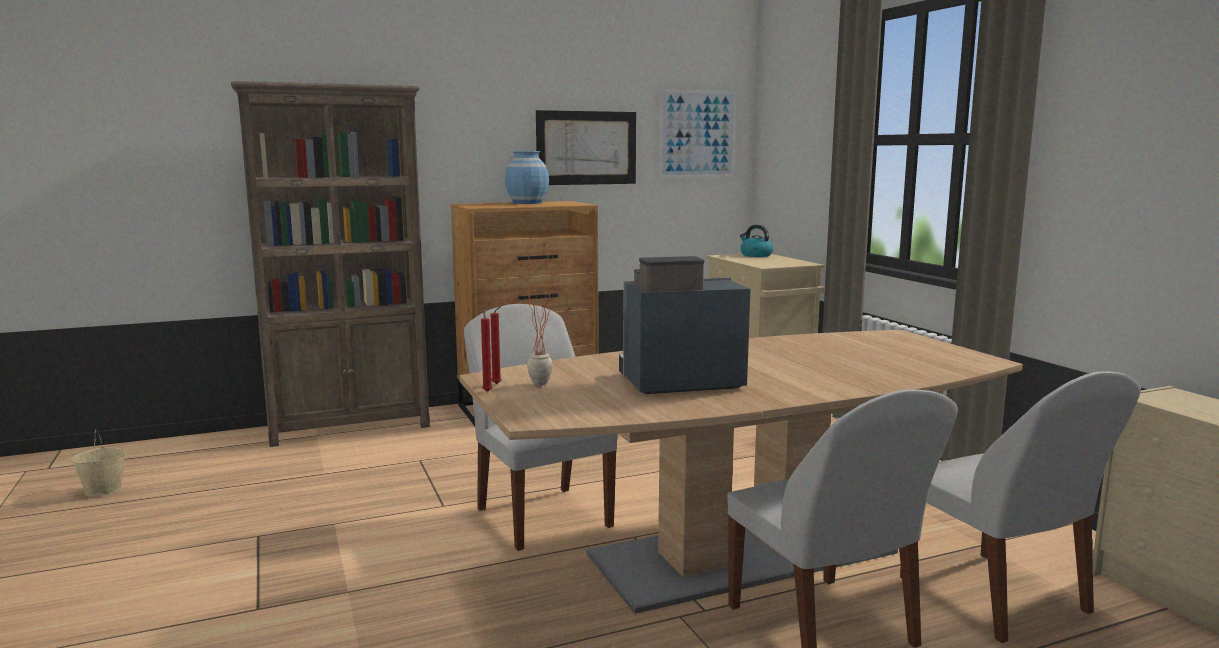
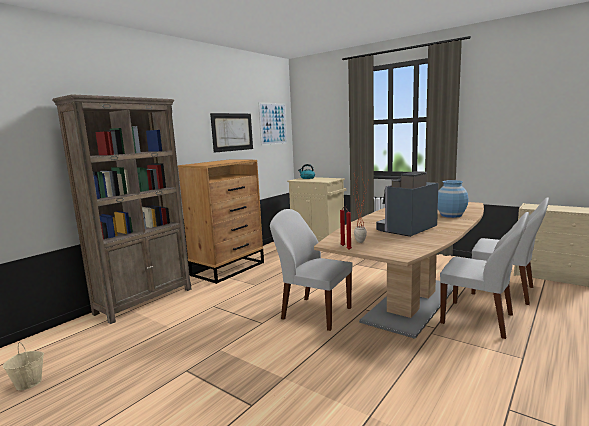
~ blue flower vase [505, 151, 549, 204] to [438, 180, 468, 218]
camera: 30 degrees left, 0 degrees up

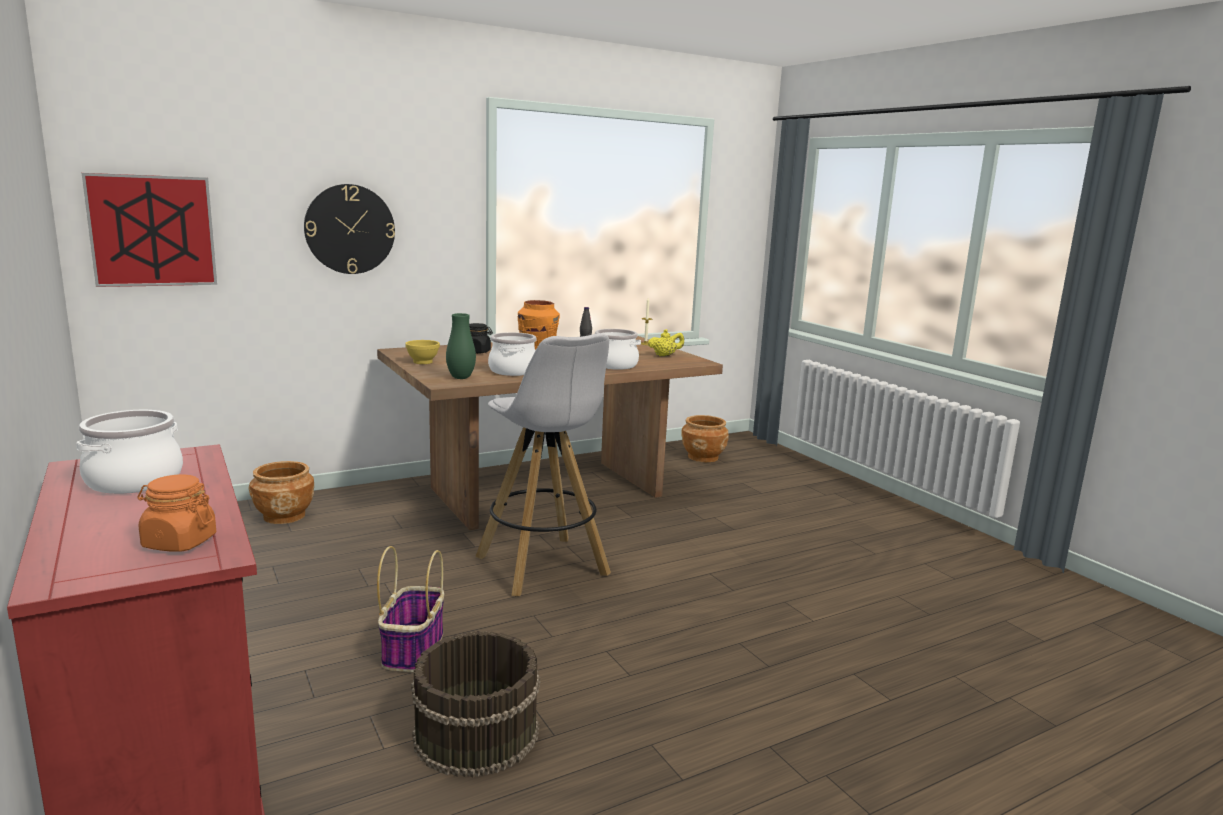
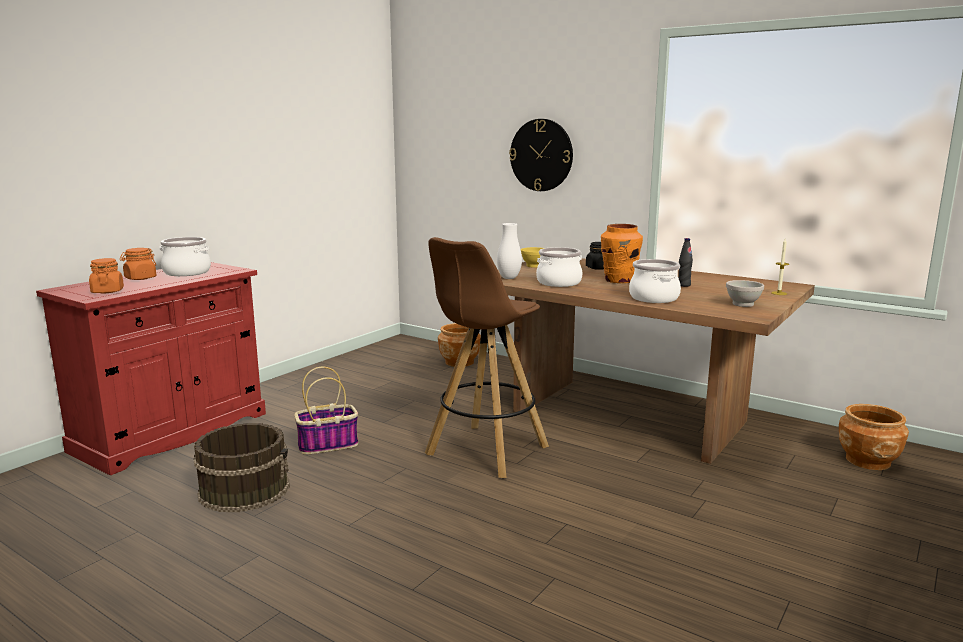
- picture [82, 173, 217, 287]
+ orangey jar [120, 248, 156, 280]
~ yellowish teapot [648, 329, 684, 356] to white-coloured serving bowl [726, 280, 764, 307]
~ greenish flower vase [446, 313, 476, 379] to white-coloured flower vase [497, 223, 522, 279]
~ white-coloured stool seat [475, 333, 611, 596] to brownish stool seat [425, 237, 549, 478]
camera: 65 degrees right, 0 degrees up

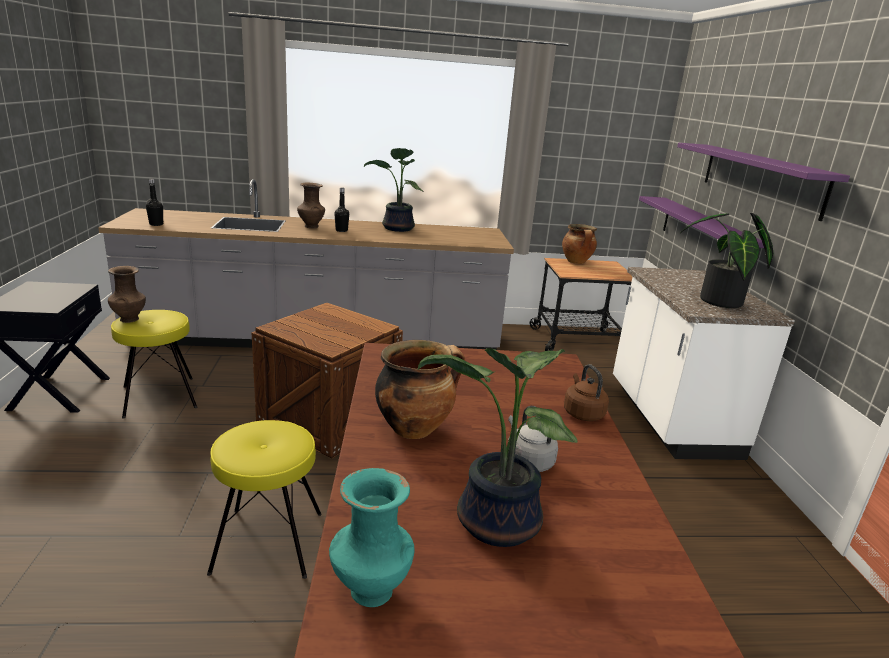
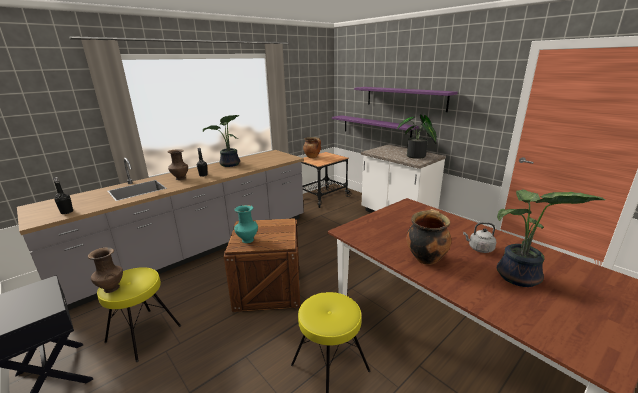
- brownish water kettle [564, 364, 609, 421]
~ turquoise flower vase [329, 468, 415, 607] to [234, 205, 258, 243]
camera: 35 degrees left, 0 degrees up

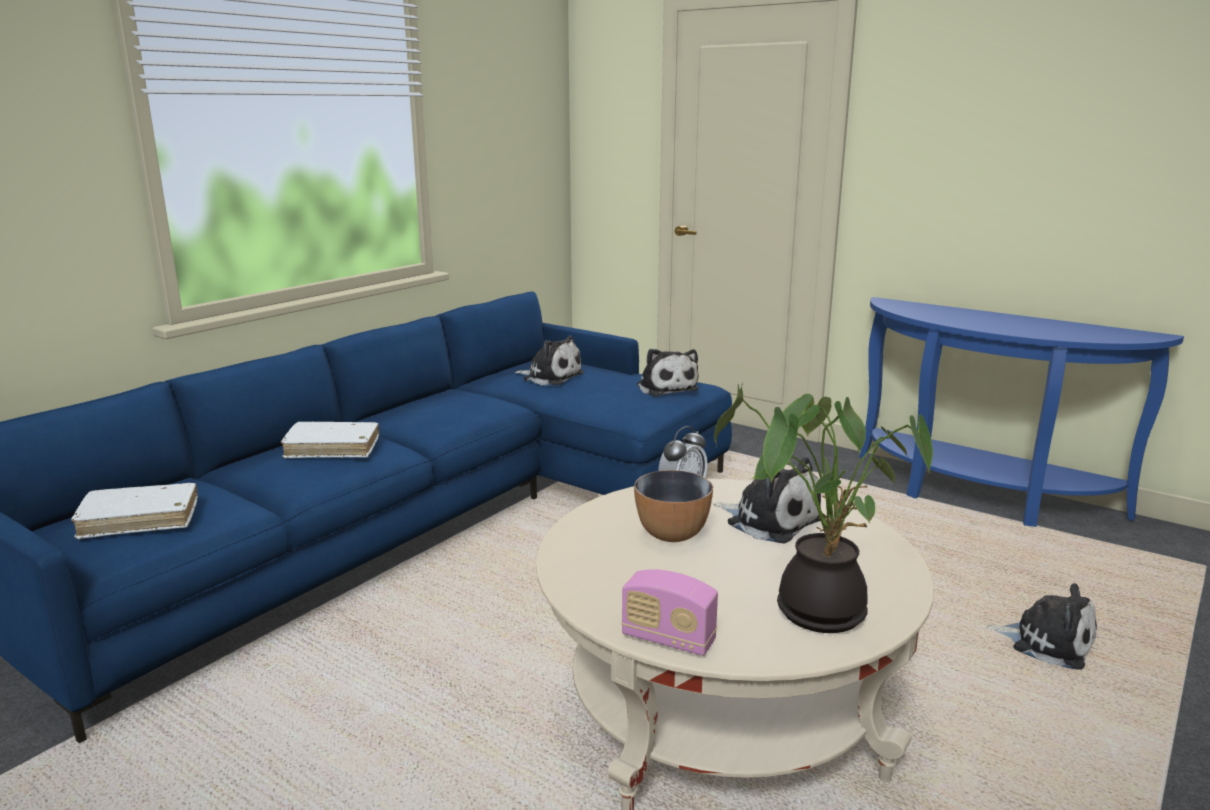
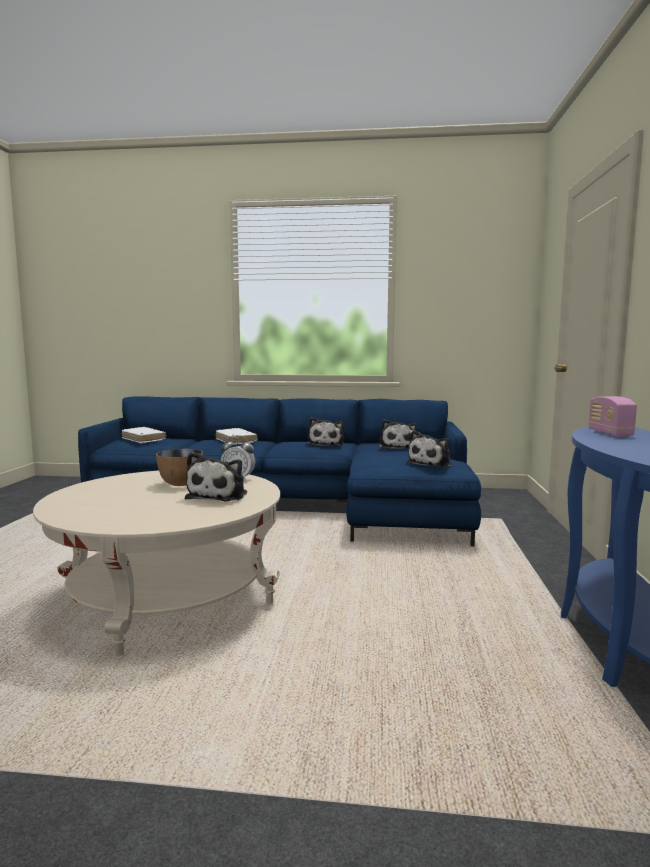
- potted plant [714, 383, 933, 633]
~ radio set [621, 569, 718, 656] to [589, 396, 637, 437]
~ cuddly toy [986, 583, 1097, 670] to [308, 417, 344, 446]
camera: 60 degrees right, 10 degrees down

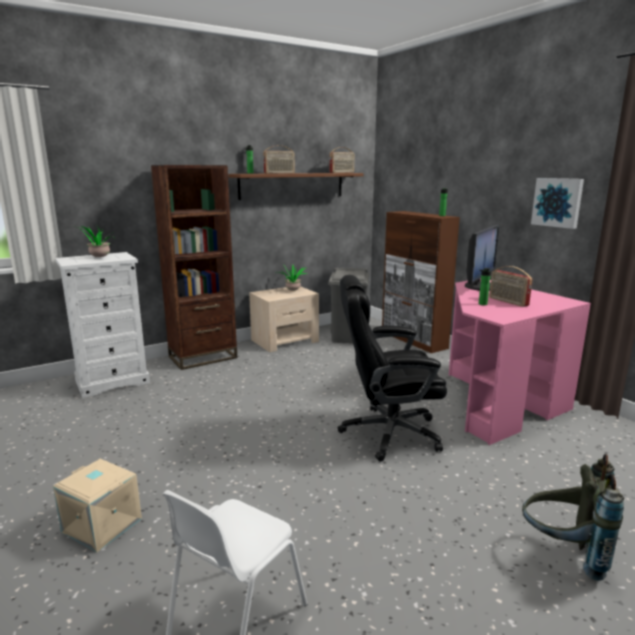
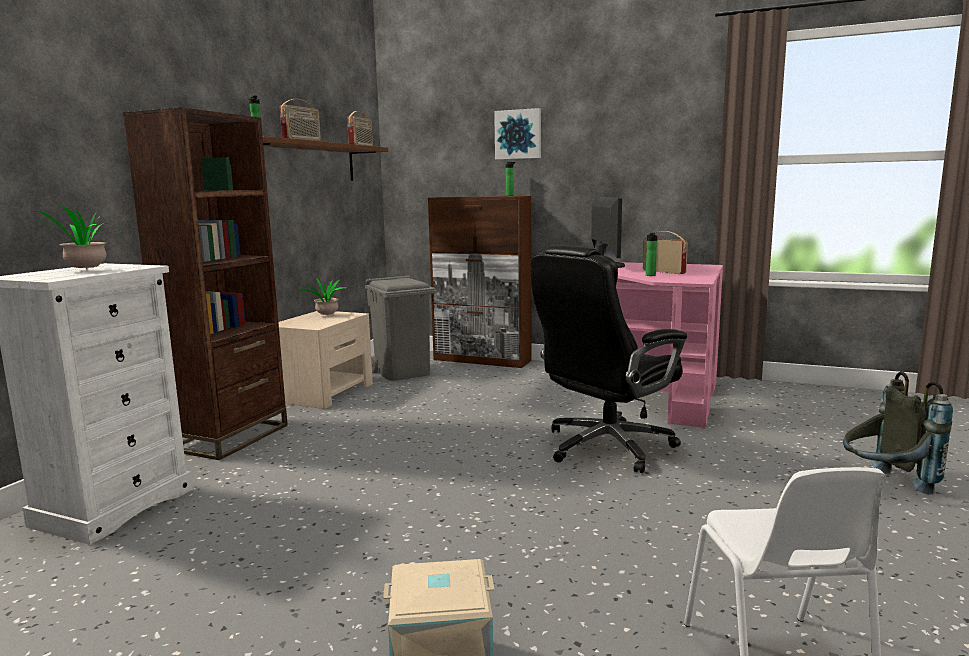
~ picture [531, 178, 584, 229] to [494, 108, 541, 160]
~ radio set [490, 266, 533, 307] = [643, 231, 688, 274] 150 degrees counterclockwise
camera: 35 degrees left, 5 degrees down

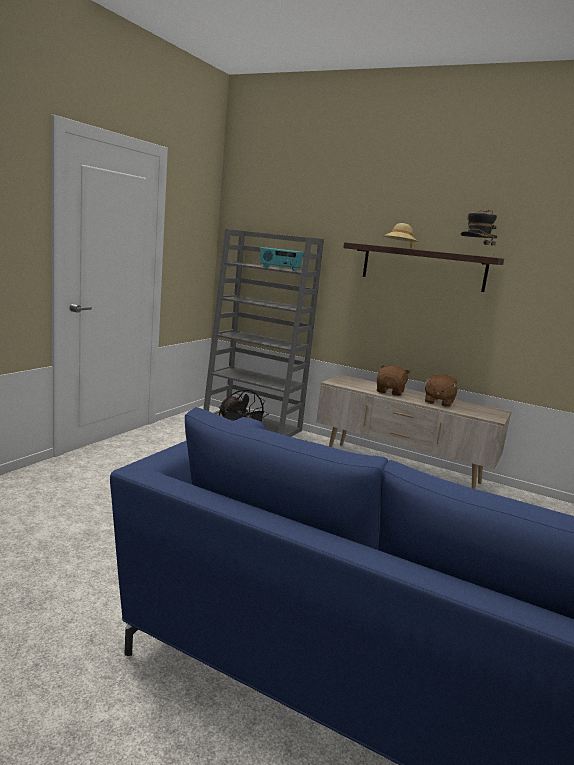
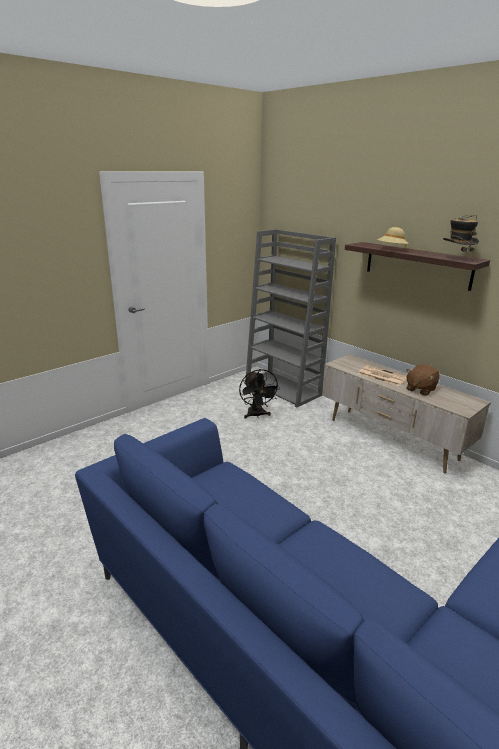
- radio set [260, 247, 304, 271]
~ brownish cuddly toy [377, 365, 411, 396] to printed paper [358, 365, 407, 386]
camera: 20 degrees right, 10 degrees up

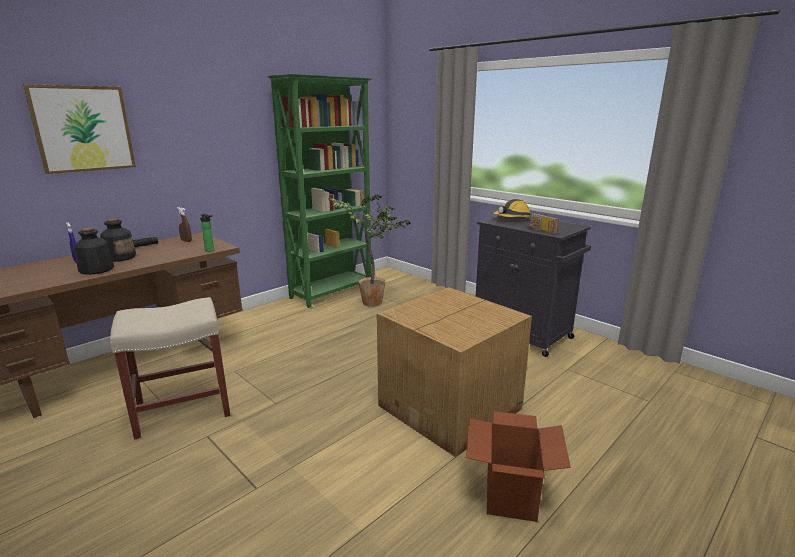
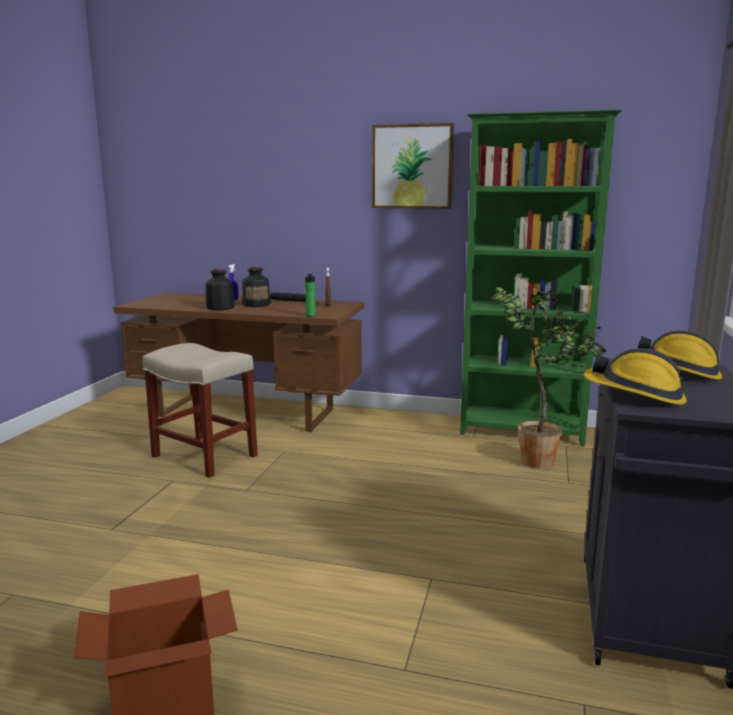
- cardboard box [377, 287, 532, 457]
~ picture [23, 84, 136, 174] to [372, 123, 454, 209]
~ radio set [526, 213, 559, 234] to hard hat [584, 348, 687, 405]
camera: 60 degrees right, 5 degrees down

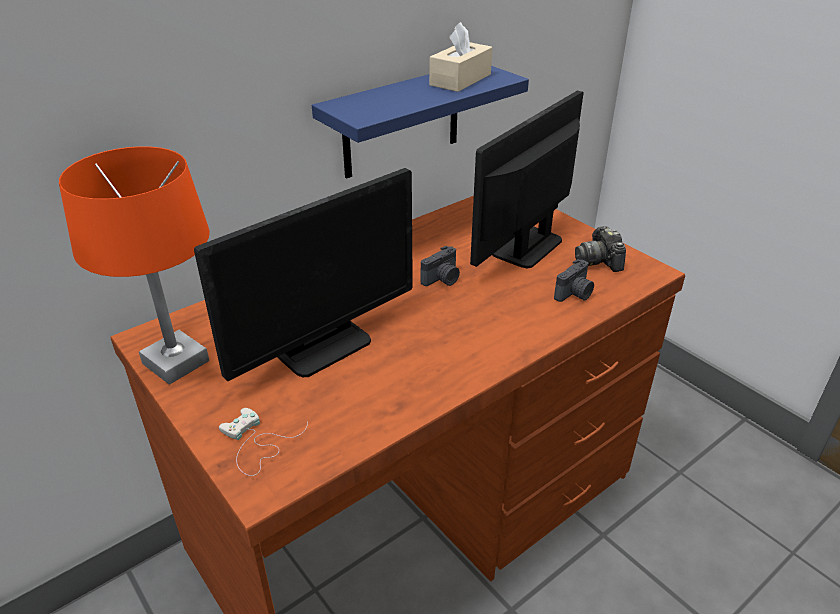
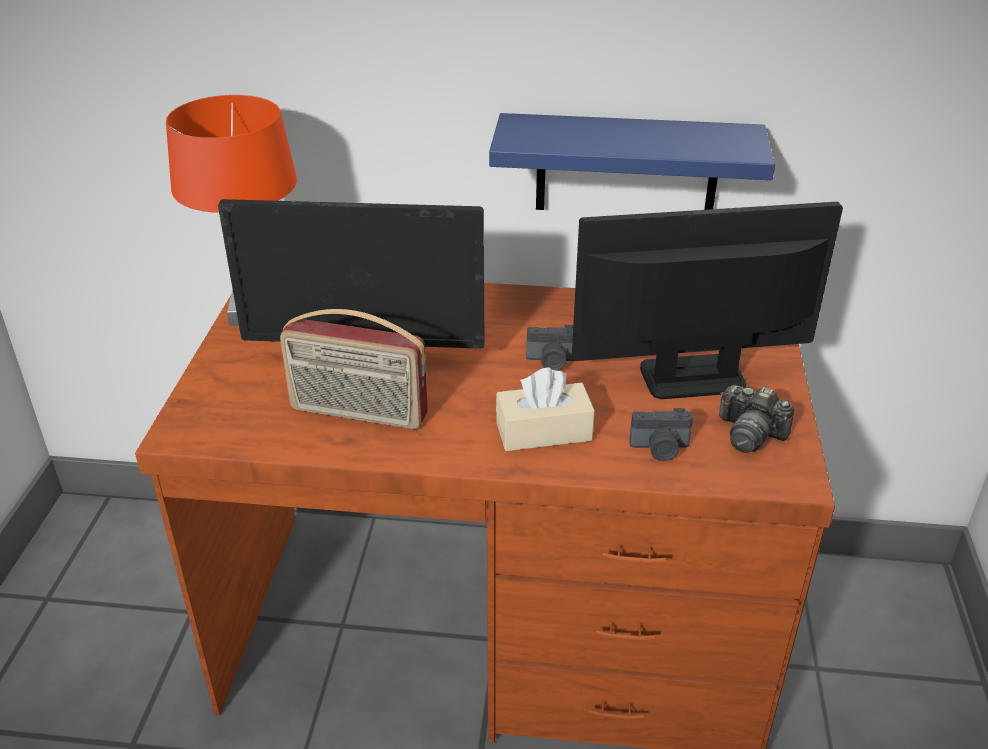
- white-coloured gamepad [219, 408, 308, 476]
+ radio set [280, 309, 428, 429]
~ beige tissue box [429, 22, 492, 92] to [496, 367, 595, 451]
~ still camera [575, 226, 626, 272] = [719, 385, 794, 453] 90 degrees counterclockwise
camera: 45 degrees right, 0 degrees up

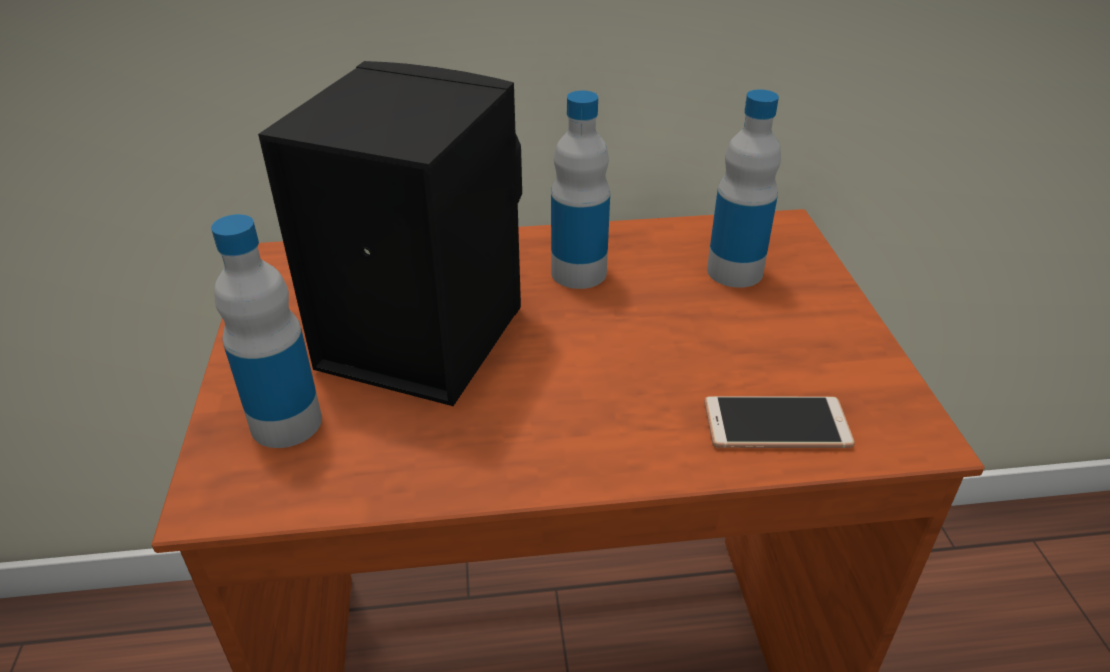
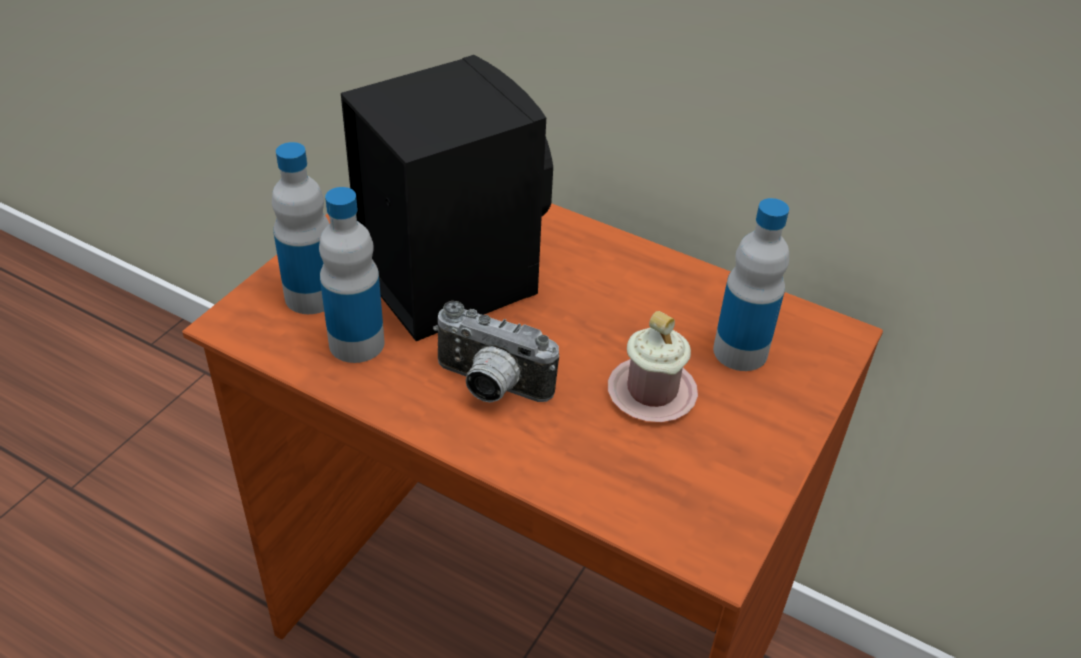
- handset [704, 396, 855, 448]
+ still camera [433, 301, 559, 403]
+ pink-coloured mug [608, 311, 698, 422]
~ drink bottle [551, 90, 610, 289] to [319, 187, 385, 363]
camera: 35 degrees right, 5 degrees up

